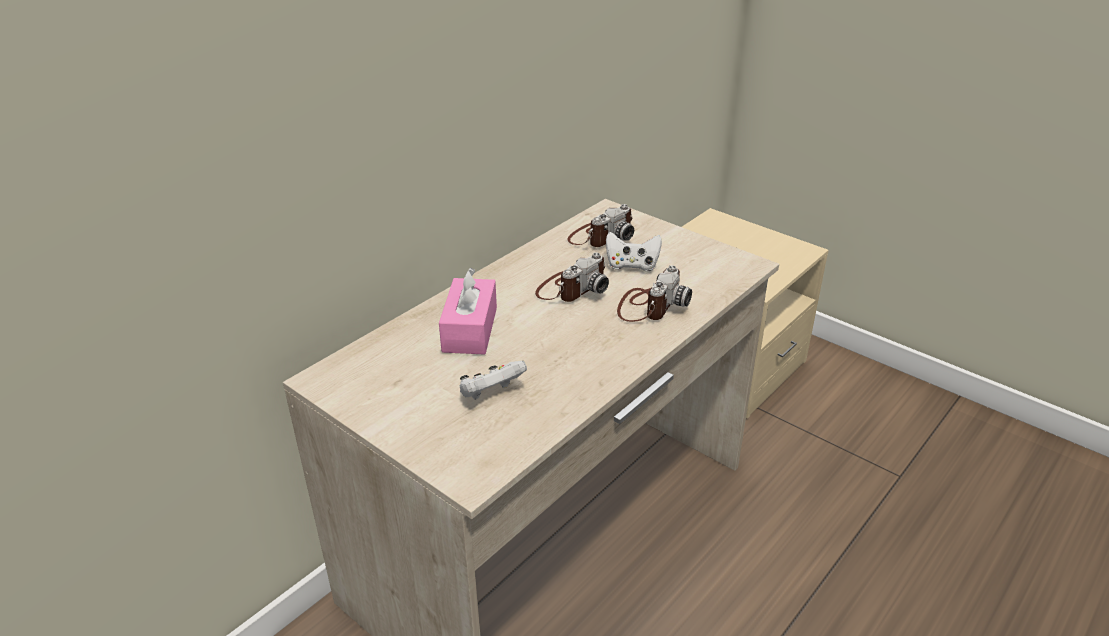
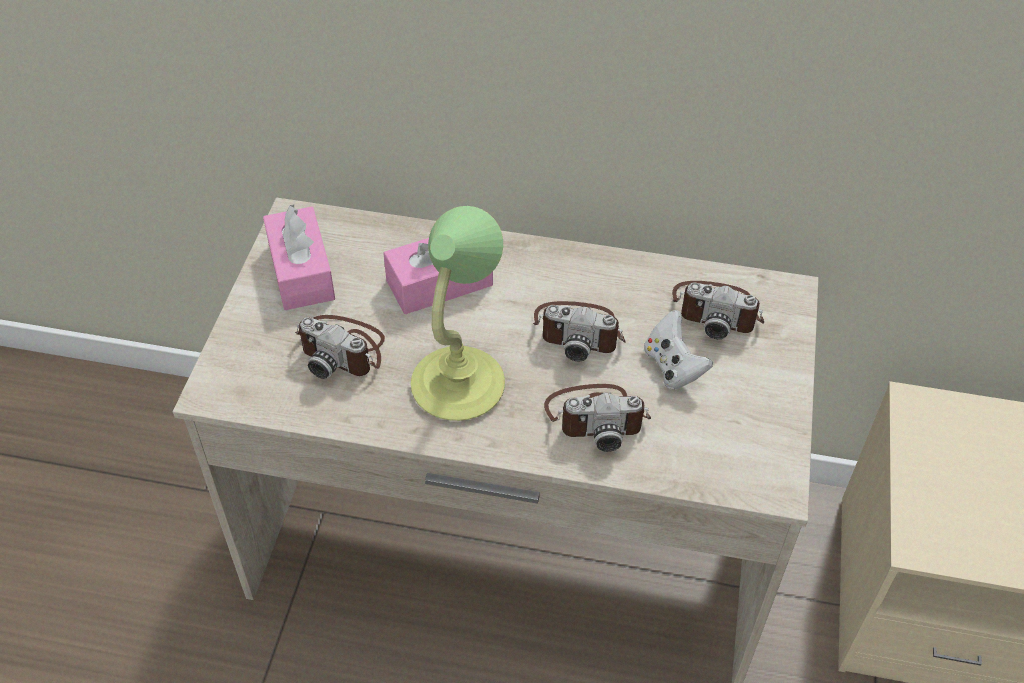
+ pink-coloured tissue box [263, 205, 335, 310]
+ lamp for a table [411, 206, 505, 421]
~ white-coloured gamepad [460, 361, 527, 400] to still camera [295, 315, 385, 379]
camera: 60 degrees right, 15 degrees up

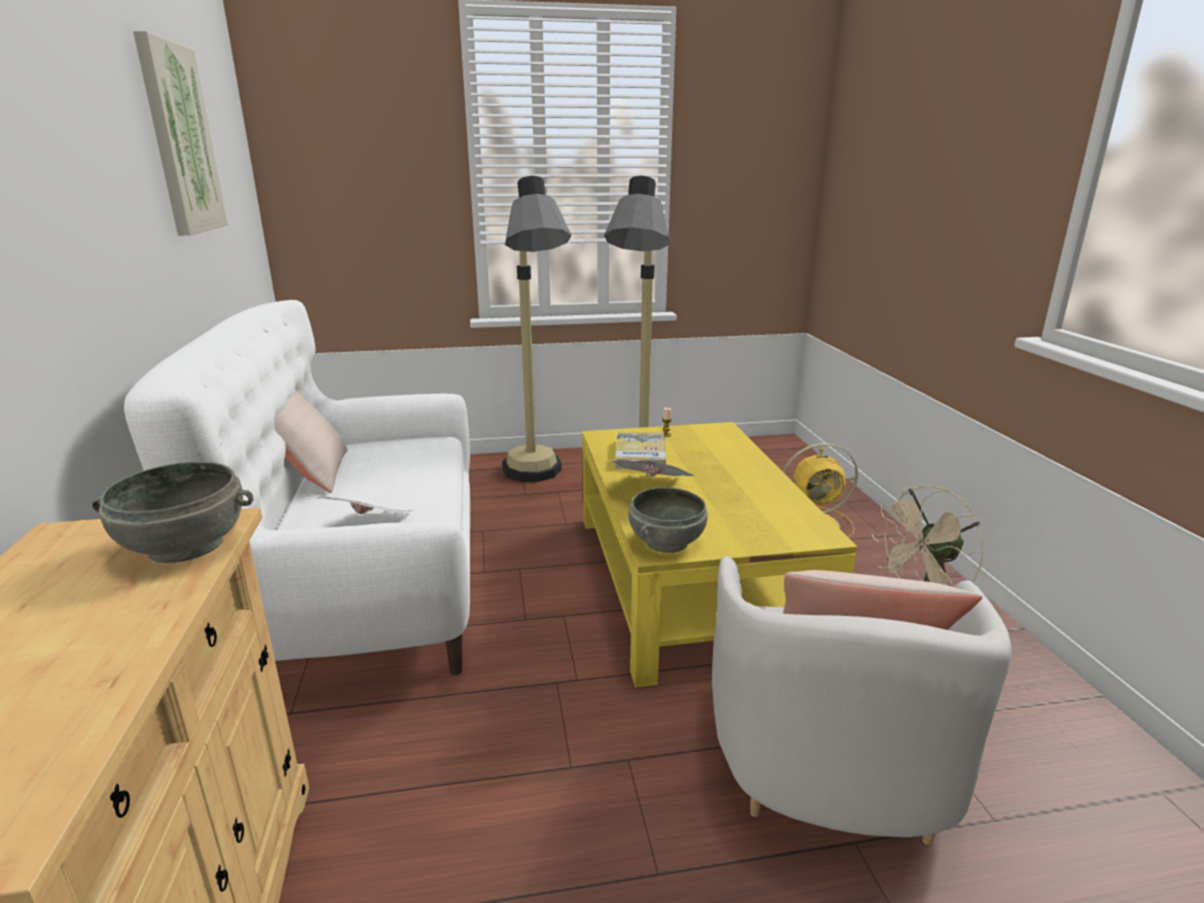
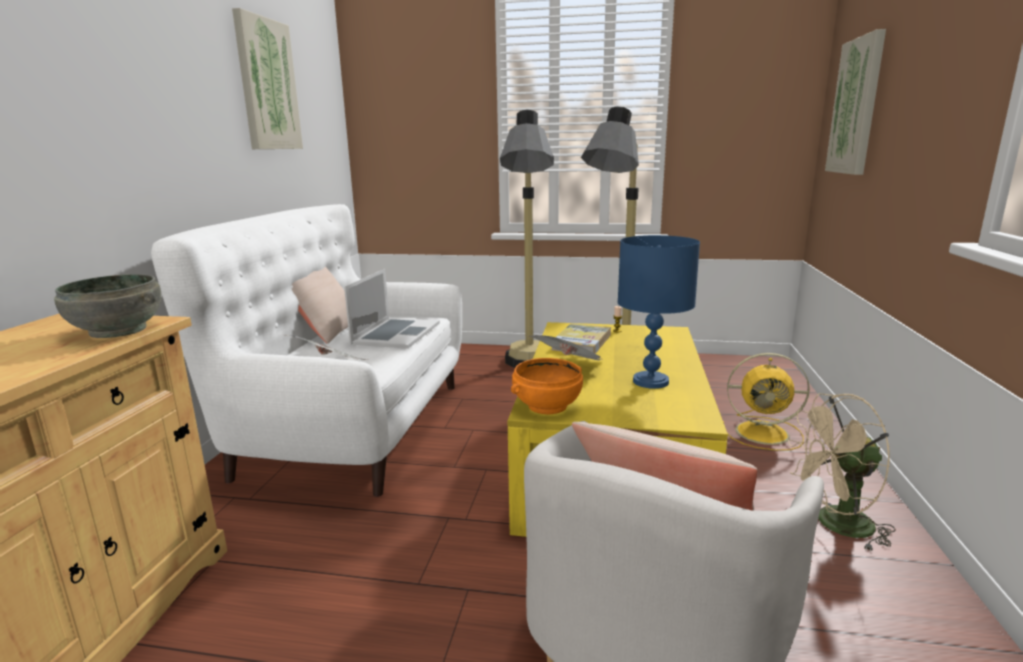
+ laptop [344, 269, 440, 349]
+ blue lamp for a table [618, 235, 700, 389]
+ picture [825, 29, 886, 175]
~ grey serving bowl [628, 487, 708, 553] to orangey serving bowl [511, 358, 583, 414]
camera: 20 degrees right, 5 degrees down

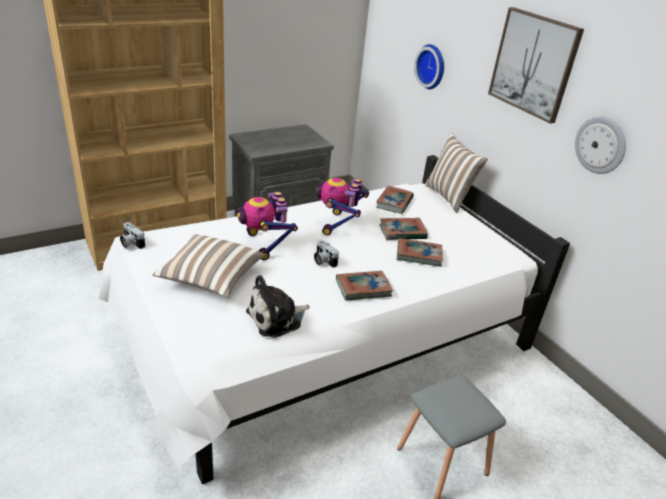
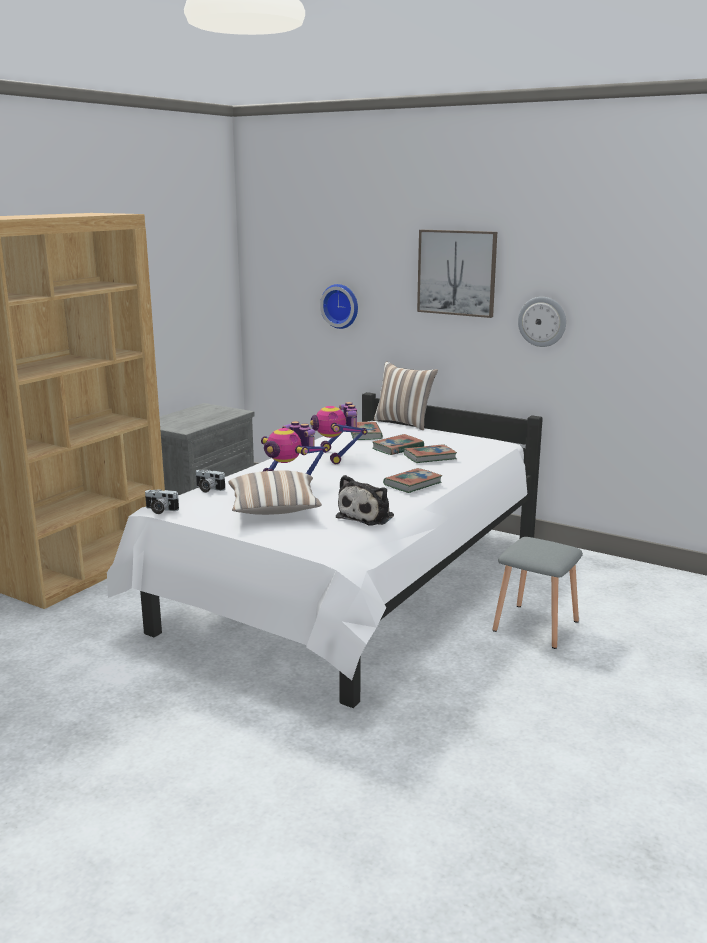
~ still camera [314, 239, 339, 268] to [196, 470, 225, 493]
camera: 25 degrees left, 15 degrees down

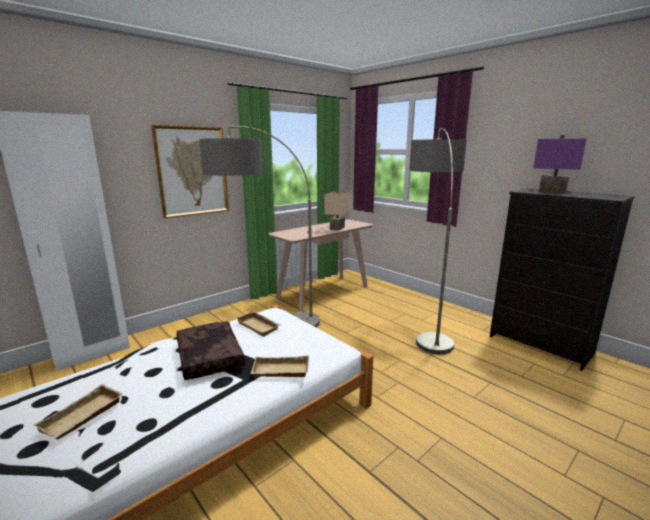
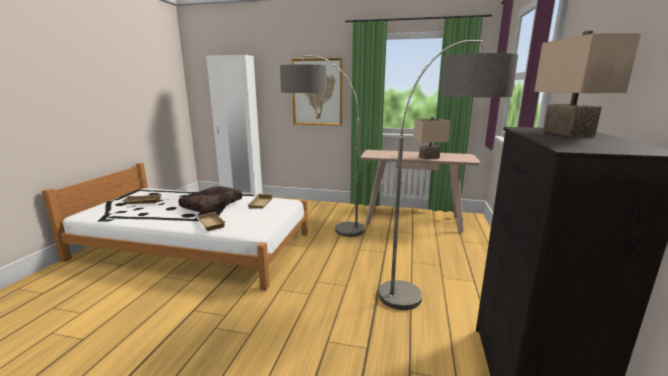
~ purple lamp for a table [533, 135, 586, 193] to beige lamp for a table [534, 31, 641, 137]
camera: 55 degrees right, 0 degrees up

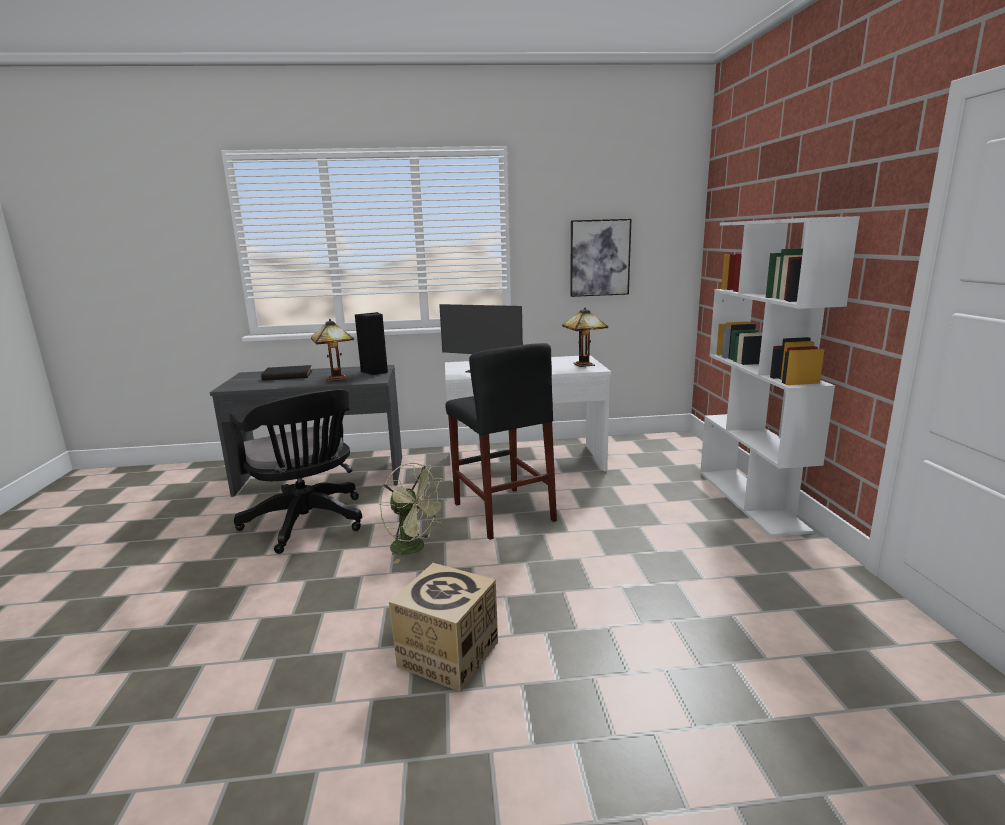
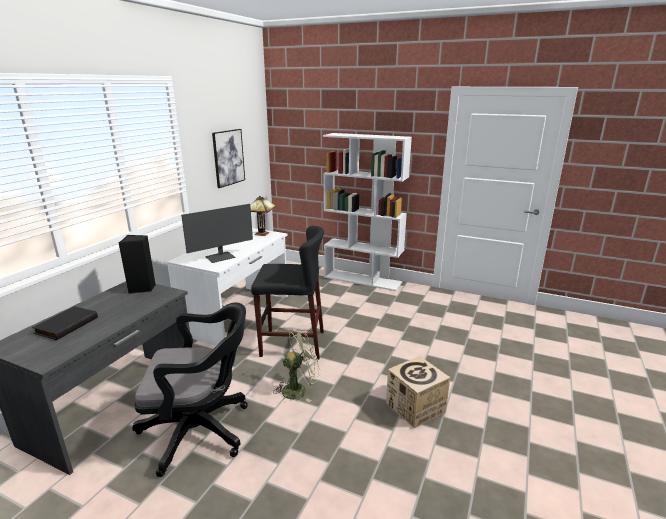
- lamp for a table [311, 319, 354, 382]
camera: 60 degrees left, 5 degrees up

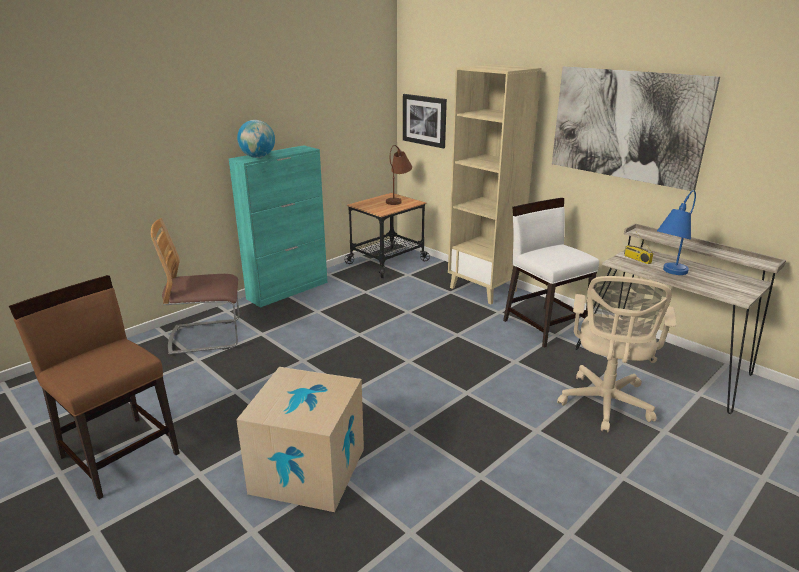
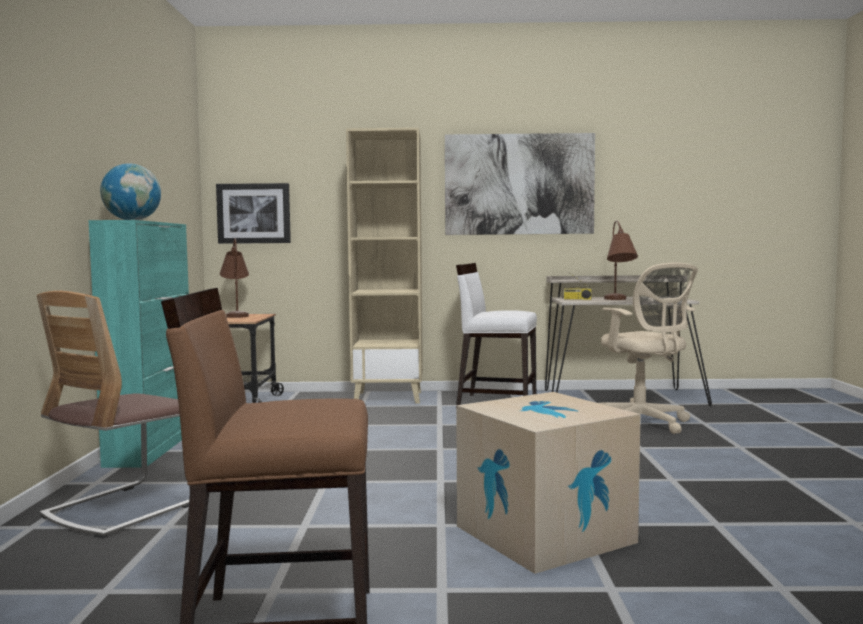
~ blue lamp for a table [657, 190, 696, 275] to brownish lamp for a table [604, 221, 638, 300]
camera: 45 degrees left, 20 degrees down

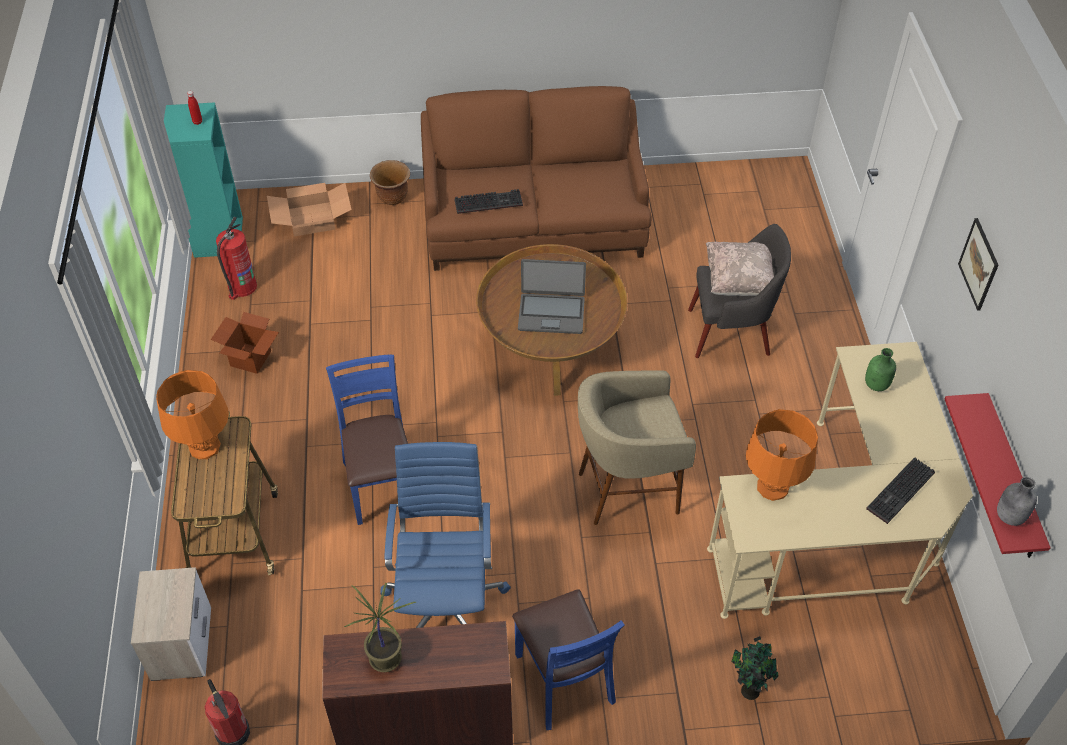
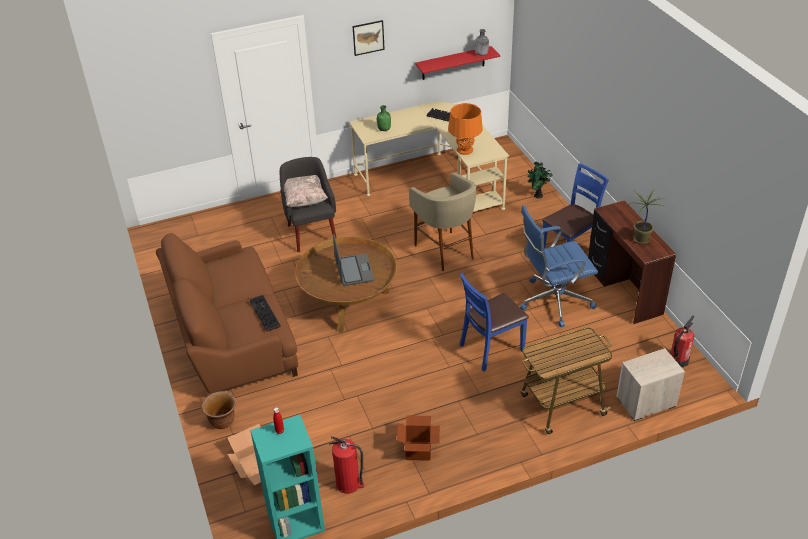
- orangey lamp for a table [156, 370, 229, 459]
camera: 105 degrees left, 10 degrees down

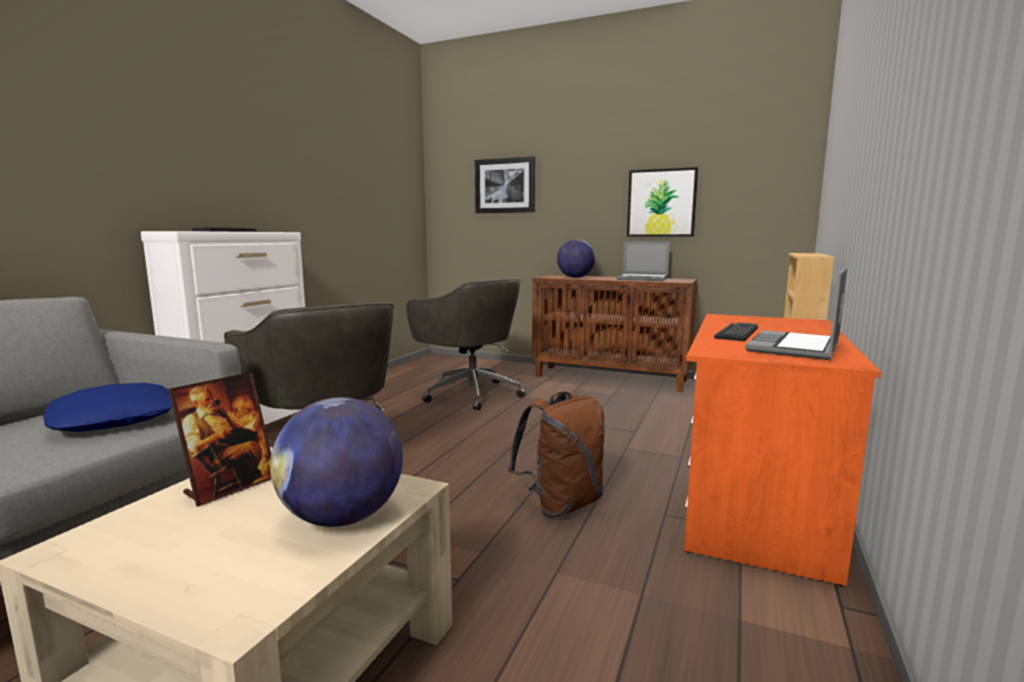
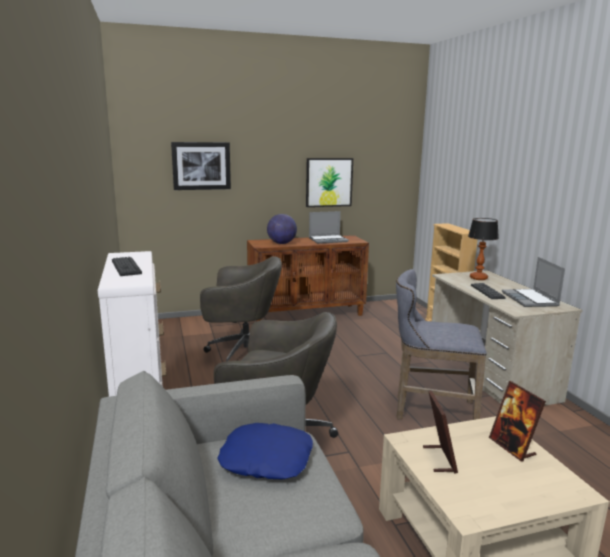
+ lamp for a table [468, 218, 499, 280]
~ world globe [270, 397, 403, 527] to picture frame [489, 381, 546, 462]
~ brownish rucksack [508, 391, 605, 518] to grey stool seat [396, 269, 487, 420]
~ orangey desk unit [684, 314, 881, 586] to beige desk unit [432, 270, 583, 406]
camera: 40 degrees left, 5 degrees up

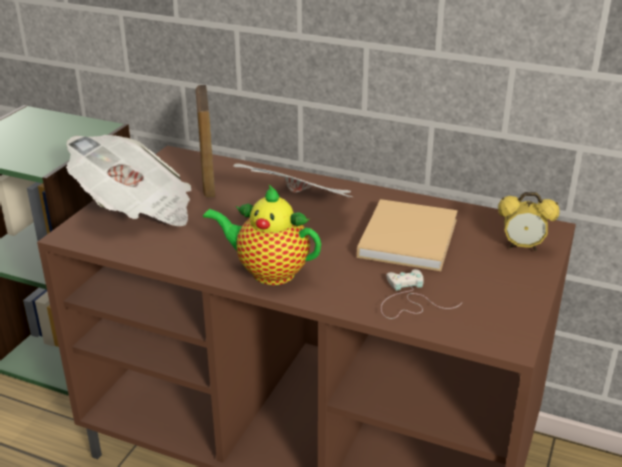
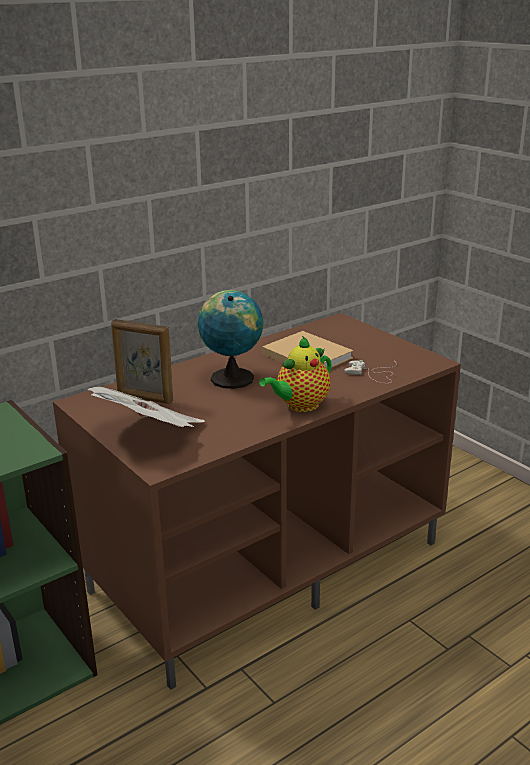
- alarm clock [498, 192, 559, 251]
~ printed paper [233, 163, 352, 197] to world globe [197, 290, 264, 389]
camera: 60 degrees left, 5 degrees down

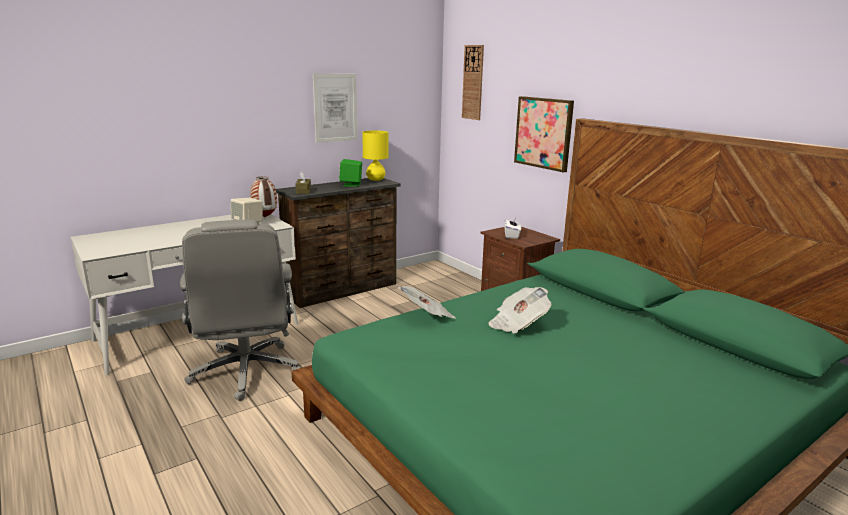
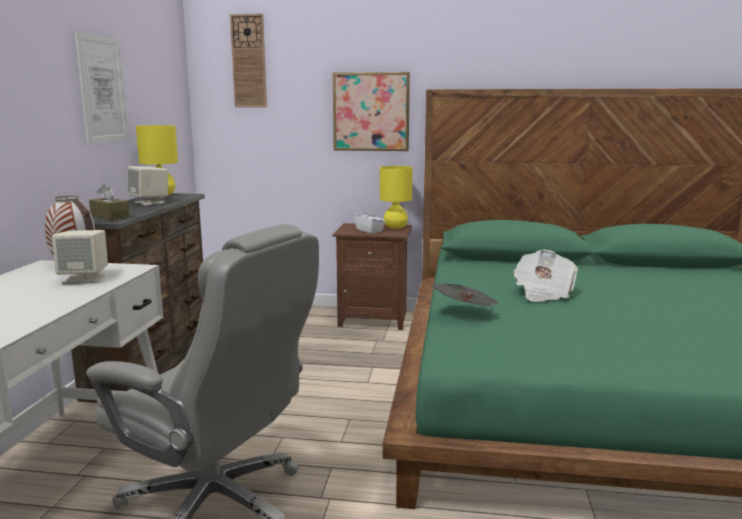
+ yellowish lamp for a table [380, 166, 413, 229]
~ greenish speaker [339, 159, 362, 187] to beige speaker [128, 166, 168, 205]
camera: 45 degrees left, 5 degrees down

